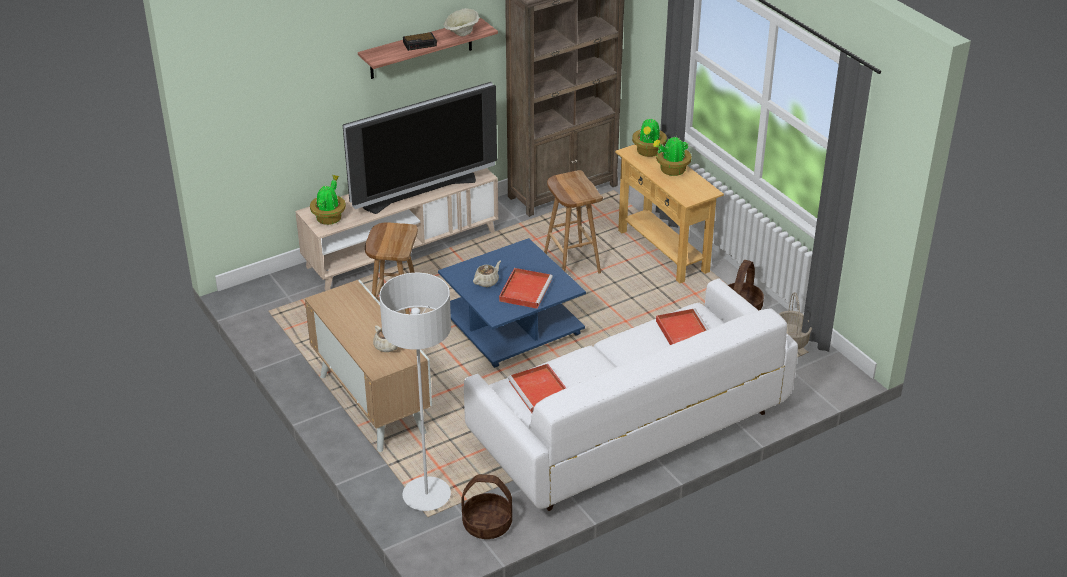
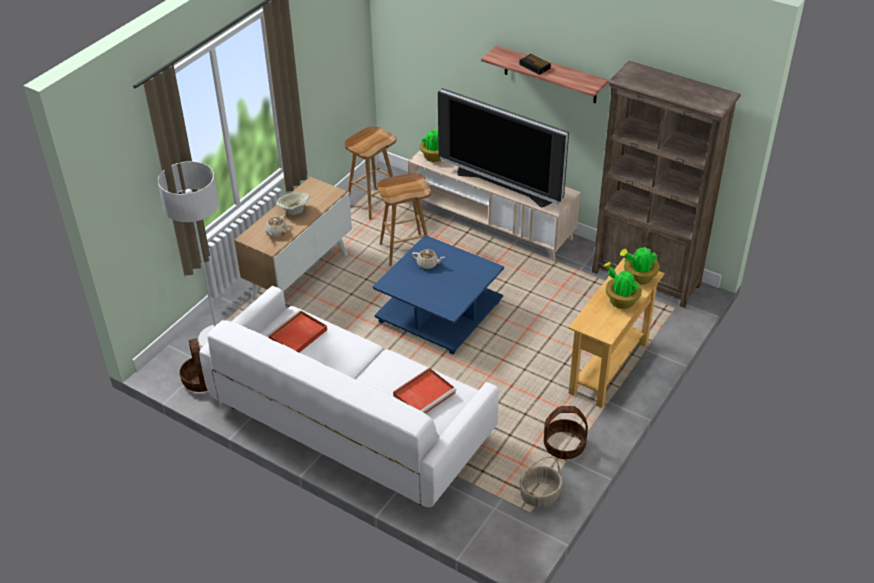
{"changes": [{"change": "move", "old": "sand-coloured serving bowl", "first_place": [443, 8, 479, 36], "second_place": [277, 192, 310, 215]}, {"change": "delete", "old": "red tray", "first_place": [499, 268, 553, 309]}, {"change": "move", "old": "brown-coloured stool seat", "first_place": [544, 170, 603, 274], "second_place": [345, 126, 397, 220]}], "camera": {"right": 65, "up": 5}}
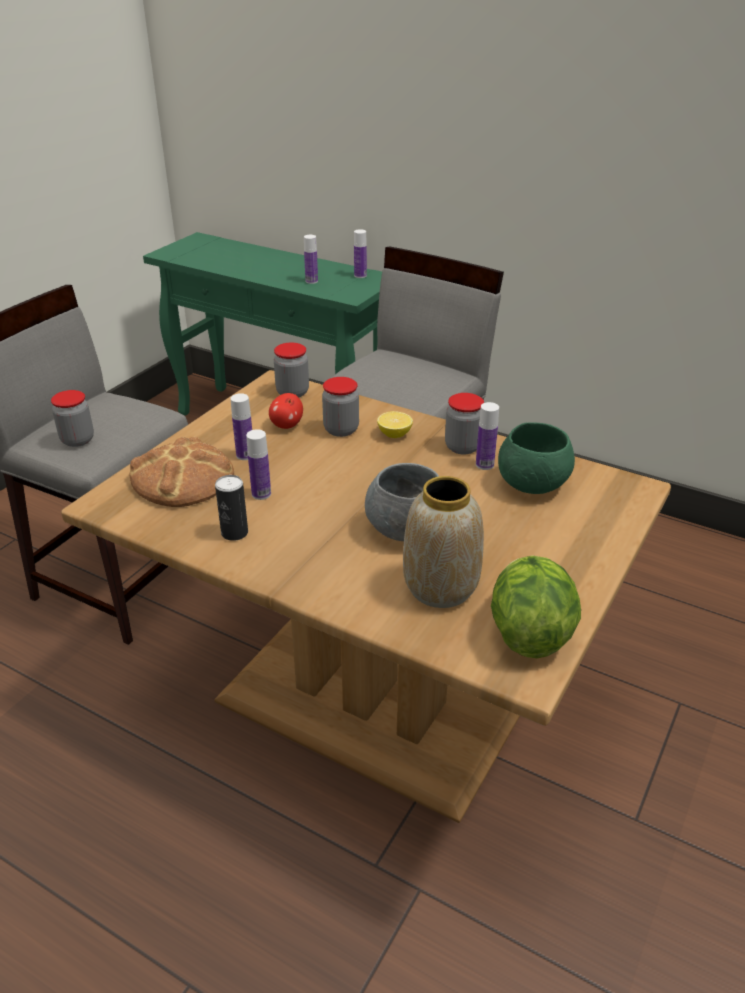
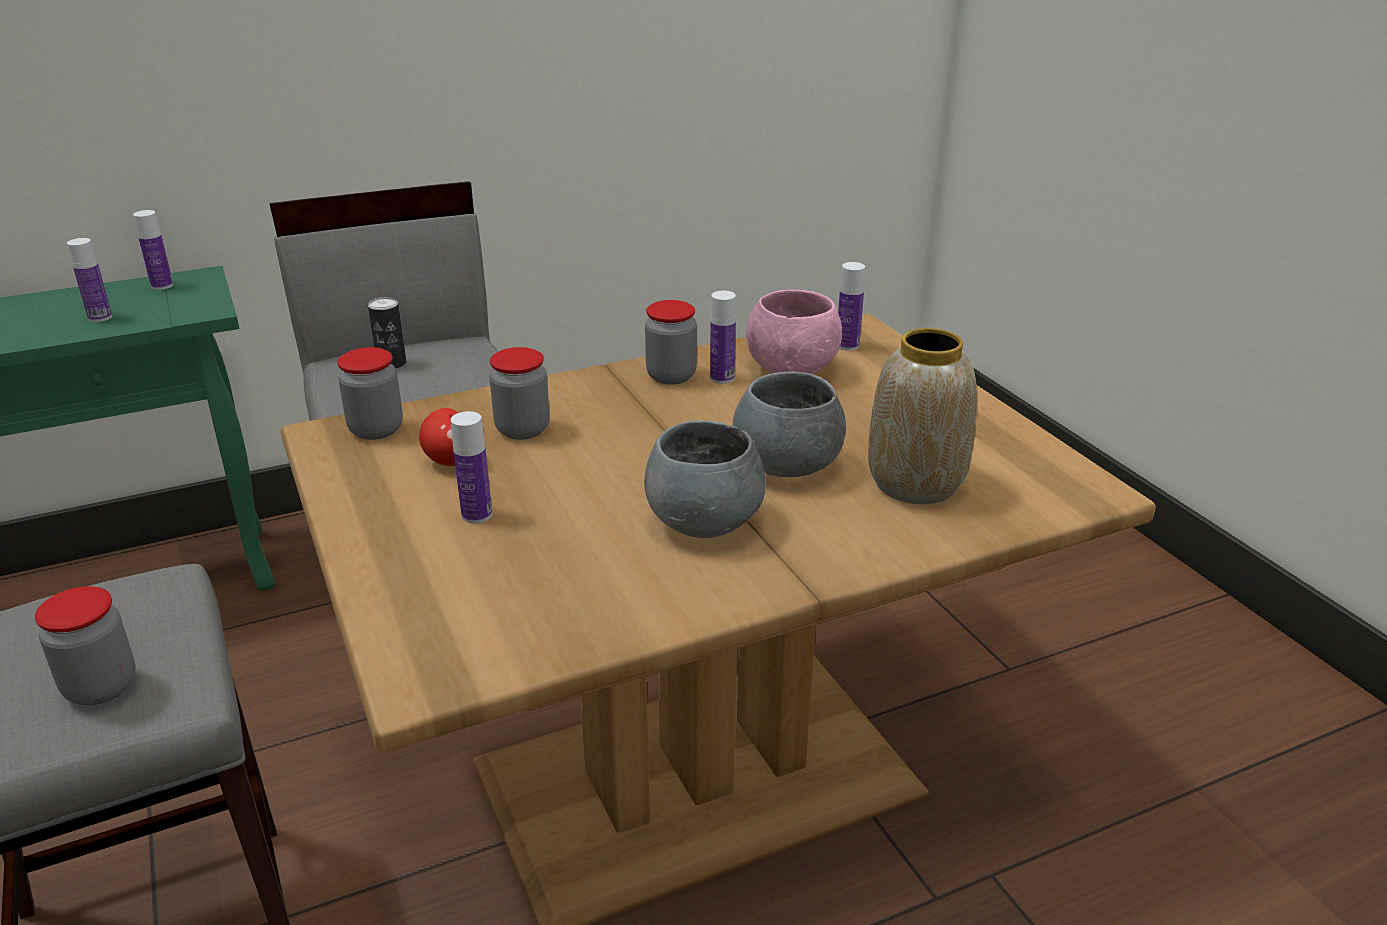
{"changes": [{"change": "delete", "old": "baked bread", "first_place": [129, 437, 234, 507]}, {"change": "move", "old": "sealed can", "first_place": [215, 475, 248, 541], "second_place": [368, 297, 406, 369]}, {"change": "move", "old": "bottle", "first_place": [246, 429, 271, 500], "second_place": [838, 262, 865, 350]}, {"change": "delete", "old": "whole lemon", "first_place": [377, 411, 413, 438]}, {"change": "delete", "old": "lettuce", "first_place": [491, 555, 581, 658]}, {"change": "recolor", "old": "green serving bowl", "new": "pinkish serving bowl", "first_place": [498, 422, 575, 494], "second_place": [746, 290, 842, 374]}, {"change": "insert", "new": "greyish serving bowl", "second_place": [644, 420, 766, 538]}], "camera": {"right": -55, "up": -5}}
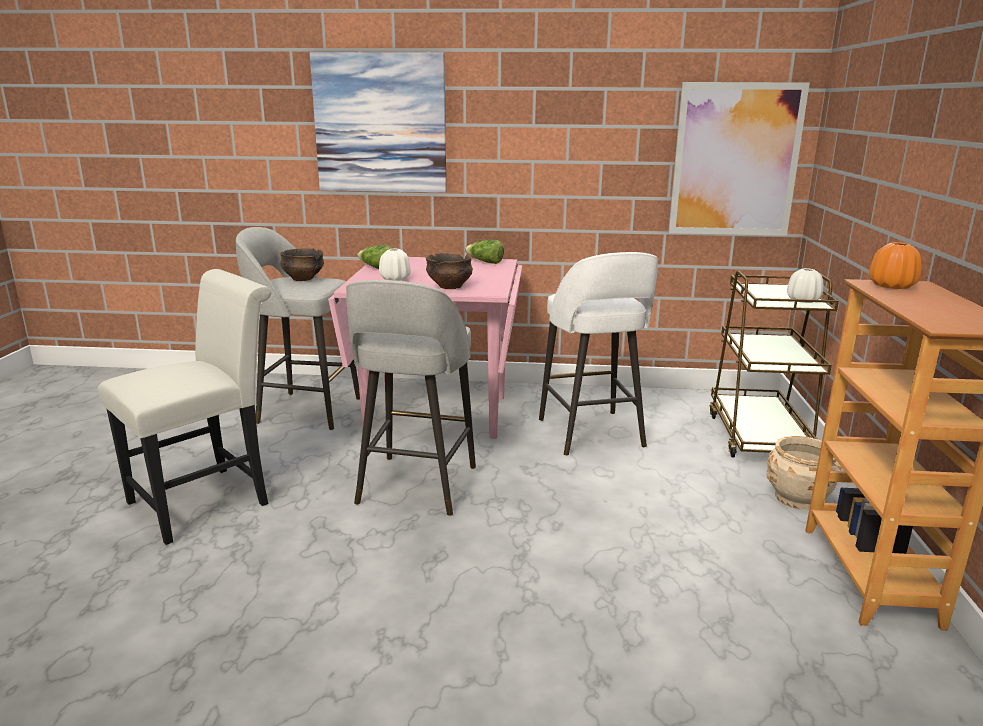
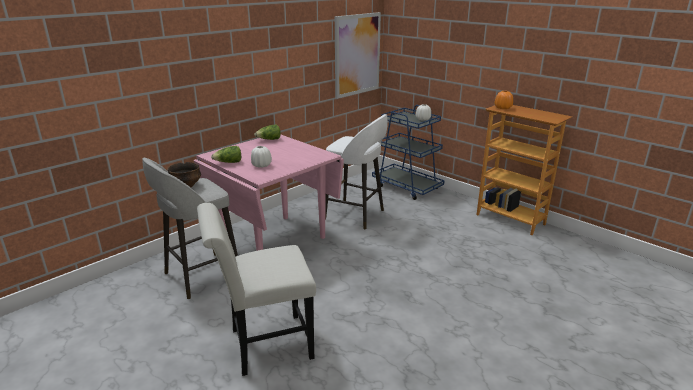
{"changes": [{"change": "rotate", "old": "white chair", "first_place": [98, 269, 271, 545], "second_place": [197, 203, 316, 376], "degrees": -105}, {"change": "delete", "old": "wall art", "first_place": [310, 52, 446, 193]}, {"change": "delete", "old": "greyish stool seat", "first_place": [346, 280, 476, 516]}, {"change": "delete", "old": "serving bowl", "first_place": [426, 253, 473, 289]}, {"change": "recolor", "old": "brown-coloured wheeled cart", "new": "bluish wheeled cart", "first_place": [710, 271, 839, 457], "second_place": [372, 105, 445, 200]}, {"change": "delete", "old": "sand-coloured planter", "first_place": [766, 436, 841, 510]}], "camera": {"right": -50, "up": 5}}
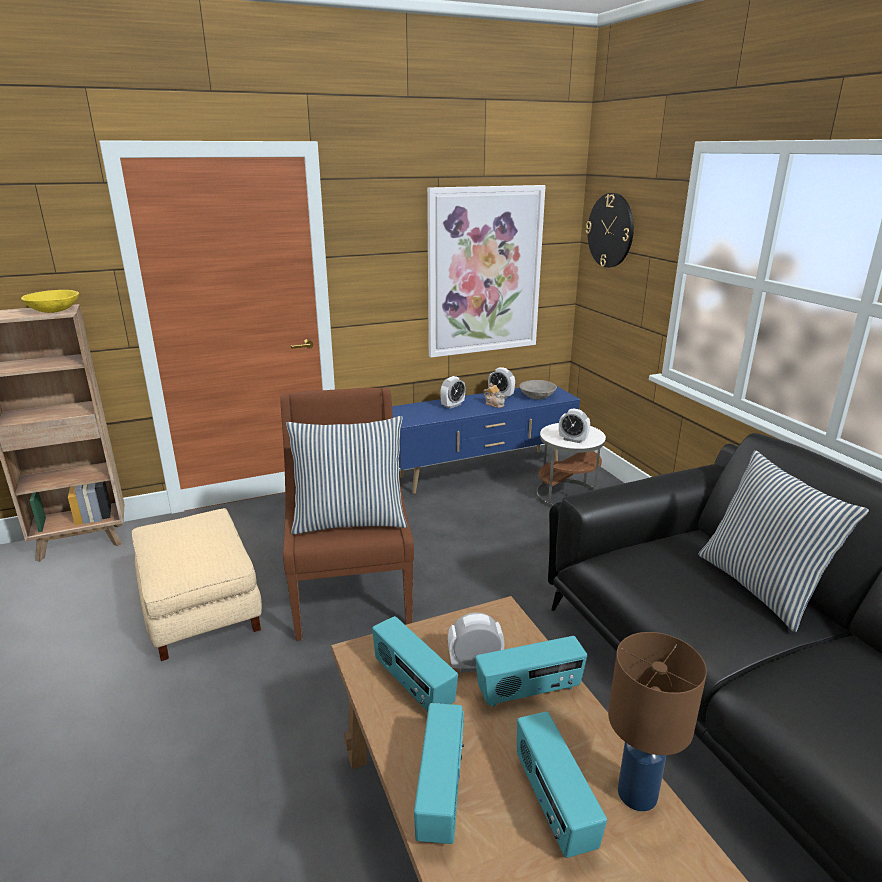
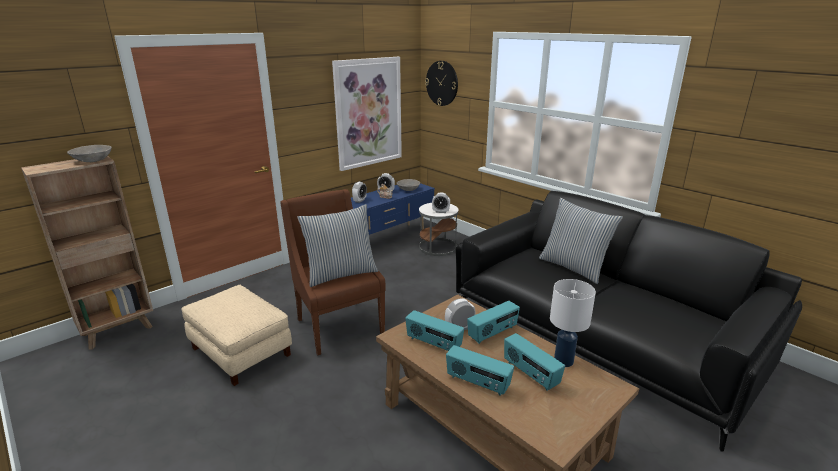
{"changes": [{"change": "recolor", "old": "yellow-coloured serving bowl", "new": "greyish serving bowl", "first_place": [21, 290, 79, 313], "second_place": [67, 145, 112, 162]}, {"change": "rotate", "old": "radio", "first_place": [414, 703, 464, 844], "second_place": [446, 345, 514, 396], "degrees": 135}, {"change": "recolor", "old": "brown-coloured table lamp", "new": "white table lamp", "first_place": [608, 632, 707, 811], "second_place": [550, 279, 596, 367]}], "camera": {"right": -20, "up": 0}}
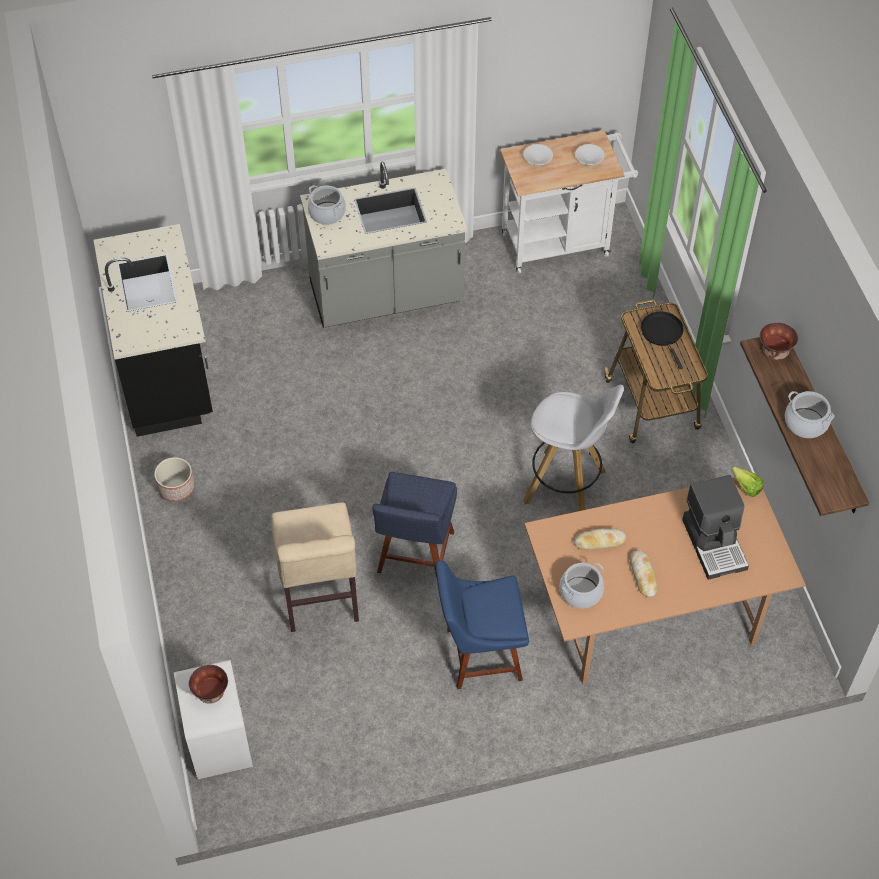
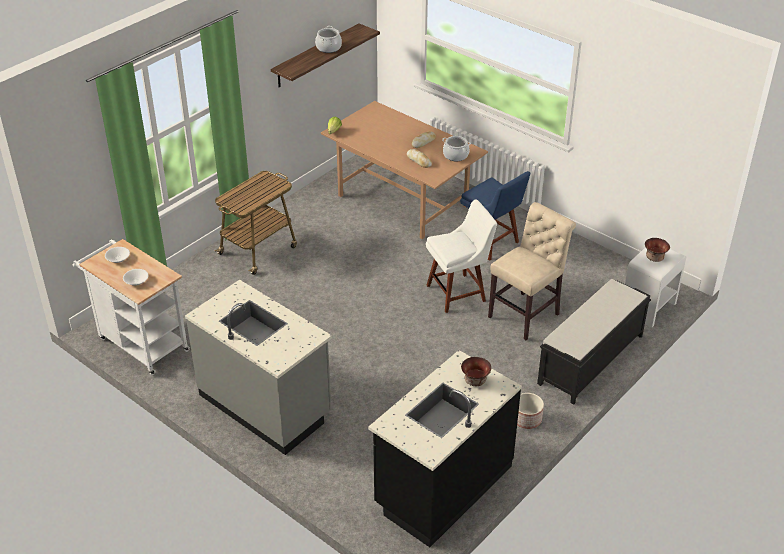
{"changes": [{"change": "delete", "old": "stockpot", "first_place": [308, 185, 346, 225]}, {"change": "recolor", "old": "bluish chair", "new": "white chair", "first_place": [372, 472, 457, 577], "second_place": [426, 200, 497, 313]}, {"change": "delete", "old": "white stool seat", "first_place": [523, 384, 624, 511]}, {"change": "delete", "old": "black pan", "first_place": [641, 311, 684, 369]}, {"change": "delete", "old": "coffee brewer", "first_place": [682, 475, 749, 580]}, {"change": "move", "old": "serving bowl", "first_place": [760, 323, 798, 360], "second_place": [461, 357, 491, 386]}, {"change": "insert", "new": "black indoor bench", "second_place": [537, 279, 651, 404]}], "camera": {"right": -125, "up": -15}}
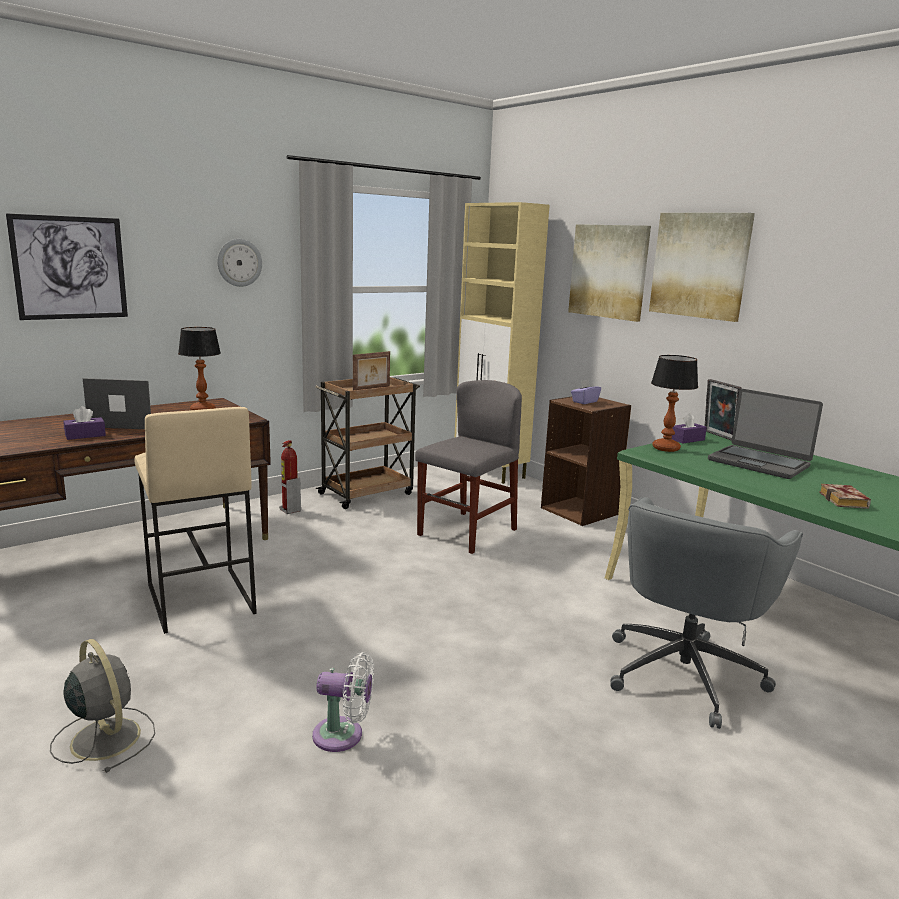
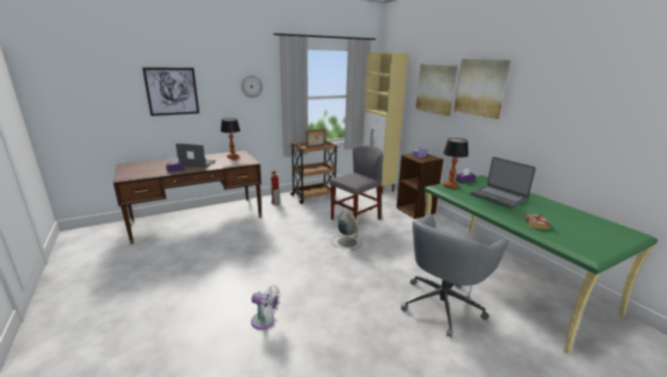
{"changes": [{"change": "move", "old": "greyish electric fan", "first_place": [50, 639, 155, 773], "second_place": [331, 211, 362, 251]}, {"change": "delete", "old": "sand-coloured stool seat", "first_place": [134, 407, 257, 634]}, {"change": "delete", "old": "picture frame", "first_place": [705, 379, 741, 441]}], "camera": {"right": 10, "up": 5}}
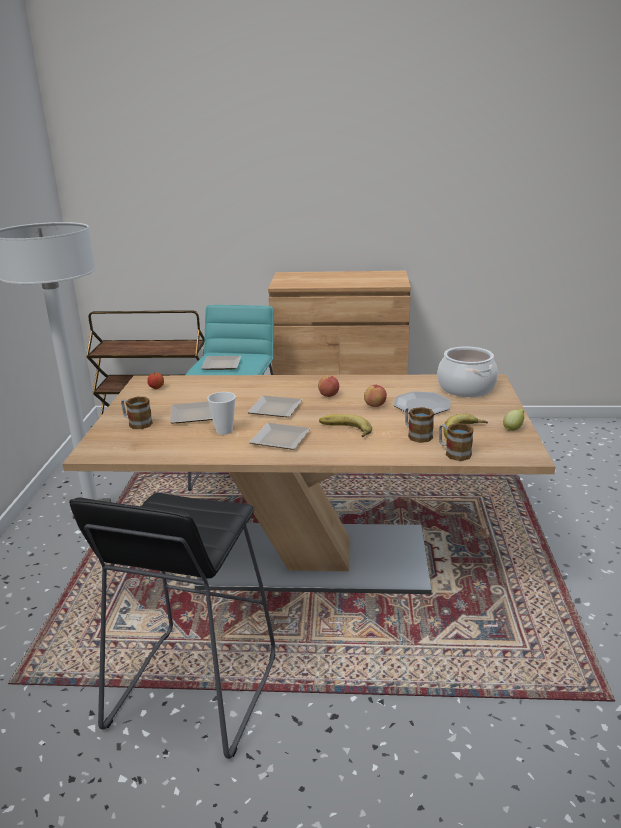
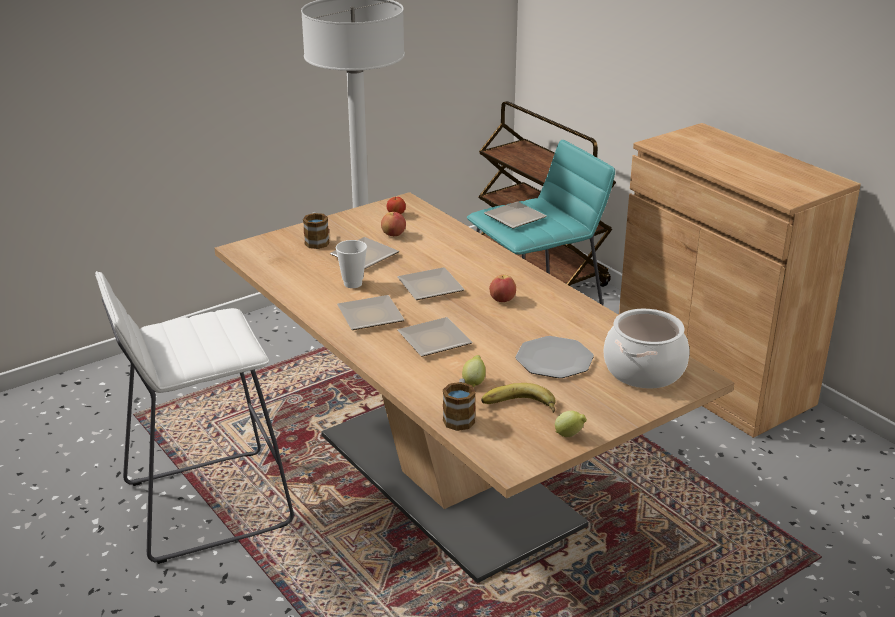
{"changes": [{"change": "recolor", "old": "black stool seat", "new": "white stool seat", "first_place": [69, 493, 276, 759], "second_place": [95, 271, 294, 564]}, {"change": "replace", "old": "banana fruit", "new": "plate", "first_place": [319, 414, 372, 437], "second_place": [398, 317, 472, 357]}, {"change": "move", "old": "apple fruit", "first_place": [364, 385, 387, 407], "second_place": [381, 212, 406, 236]}, {"change": "replace", "old": "mug", "new": "whole lemon", "first_place": [405, 407, 434, 443], "second_place": [462, 355, 486, 387]}], "camera": {"right": 50, "up": 5}}
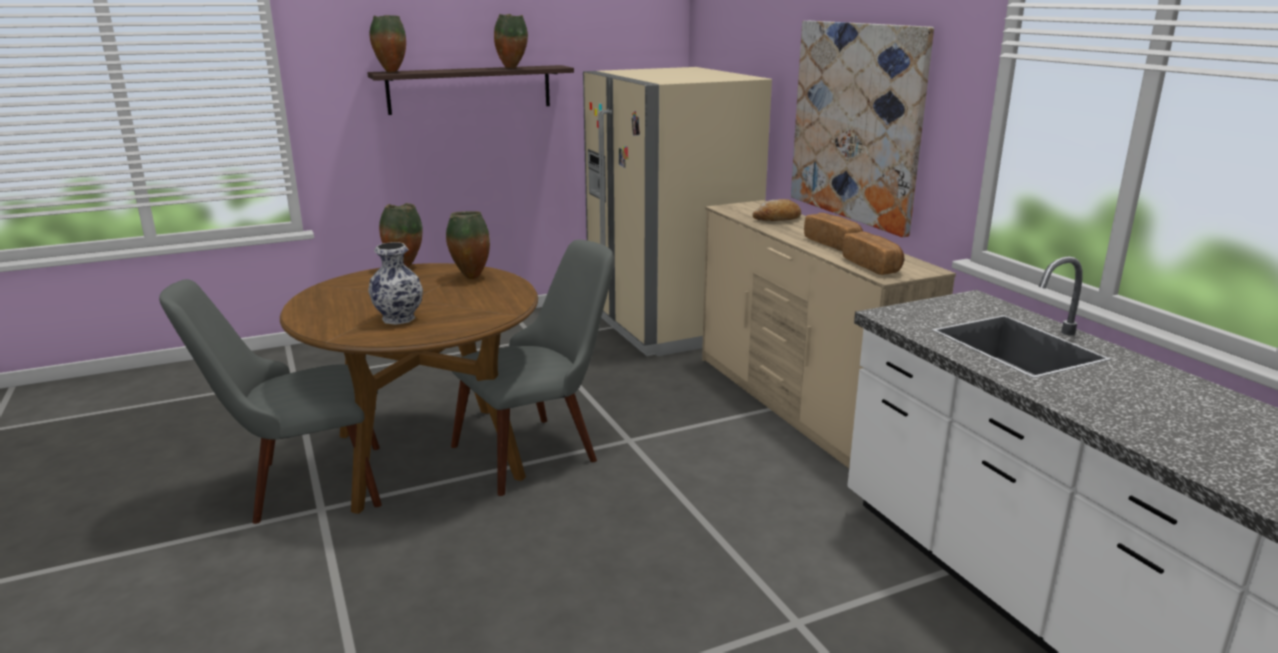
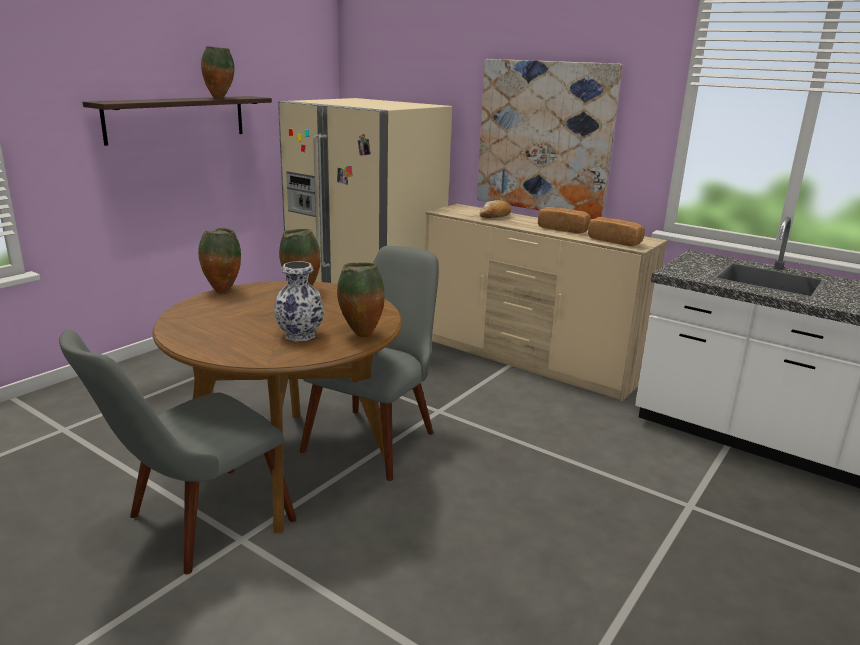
{"changes": [{"change": "move", "old": "flower vase", "first_place": [370, 15, 406, 73], "second_place": [337, 262, 385, 337]}], "camera": {"right": -30, "up": 0}}
